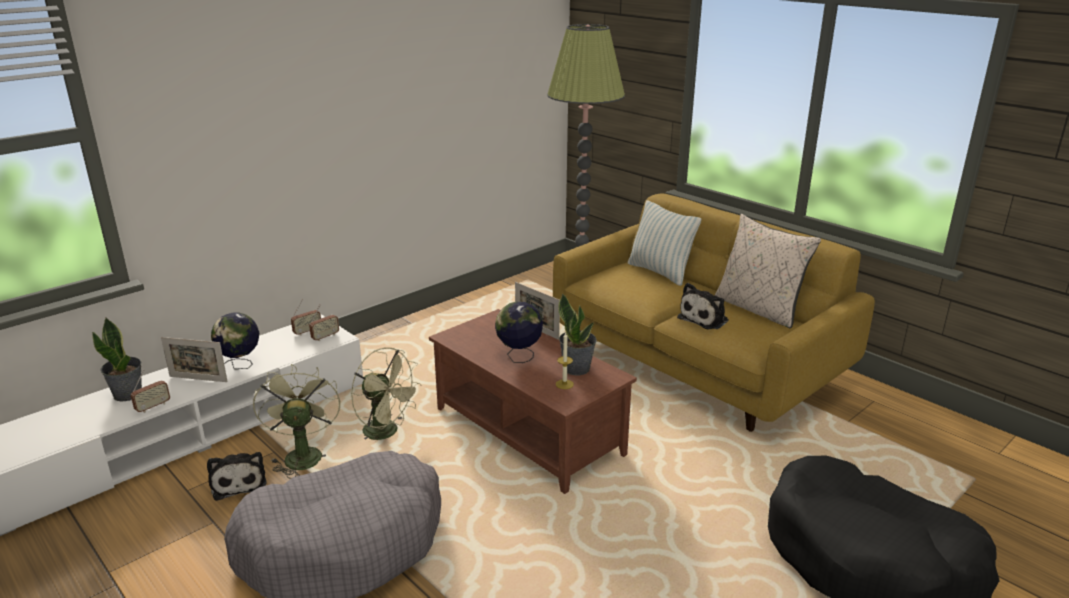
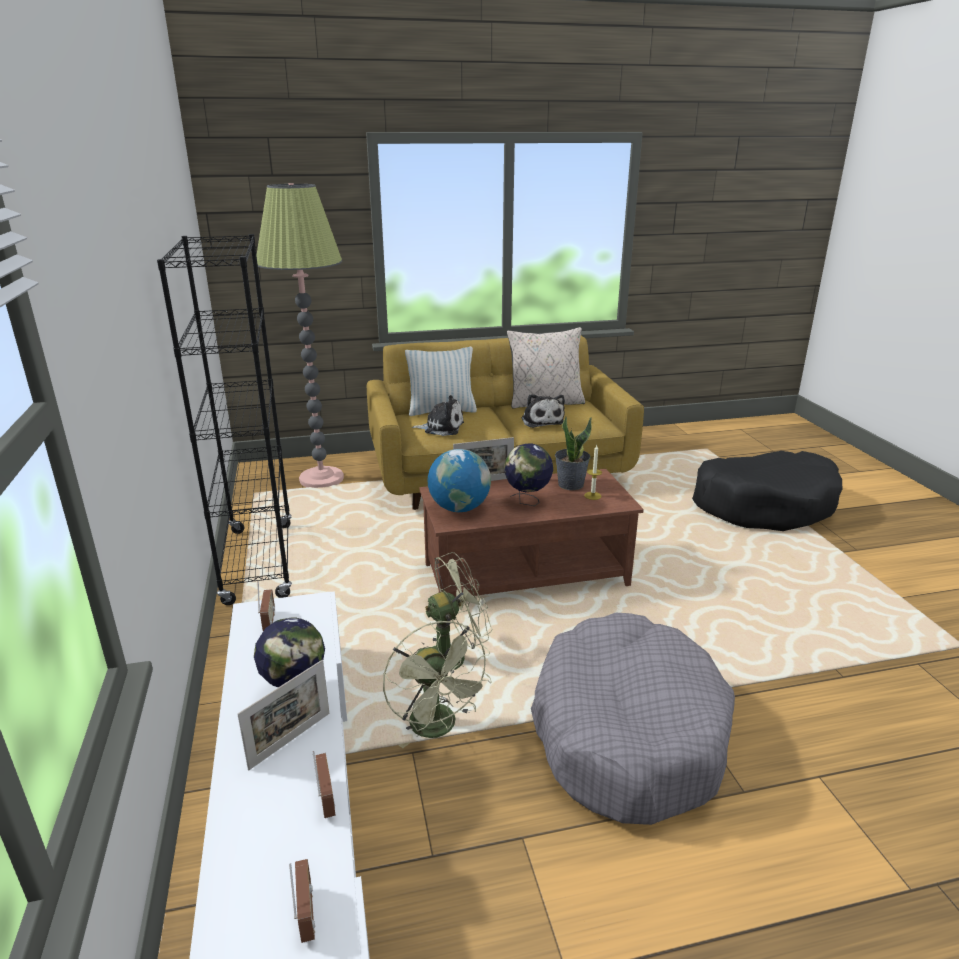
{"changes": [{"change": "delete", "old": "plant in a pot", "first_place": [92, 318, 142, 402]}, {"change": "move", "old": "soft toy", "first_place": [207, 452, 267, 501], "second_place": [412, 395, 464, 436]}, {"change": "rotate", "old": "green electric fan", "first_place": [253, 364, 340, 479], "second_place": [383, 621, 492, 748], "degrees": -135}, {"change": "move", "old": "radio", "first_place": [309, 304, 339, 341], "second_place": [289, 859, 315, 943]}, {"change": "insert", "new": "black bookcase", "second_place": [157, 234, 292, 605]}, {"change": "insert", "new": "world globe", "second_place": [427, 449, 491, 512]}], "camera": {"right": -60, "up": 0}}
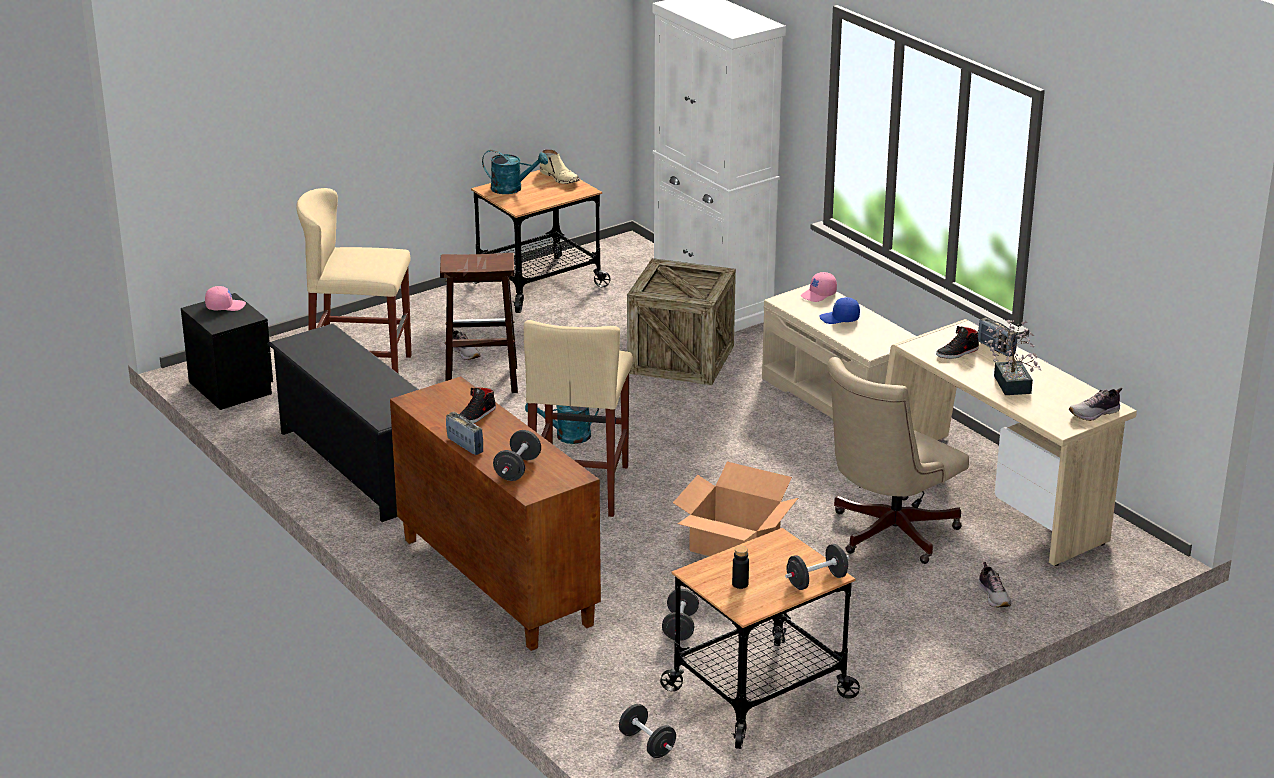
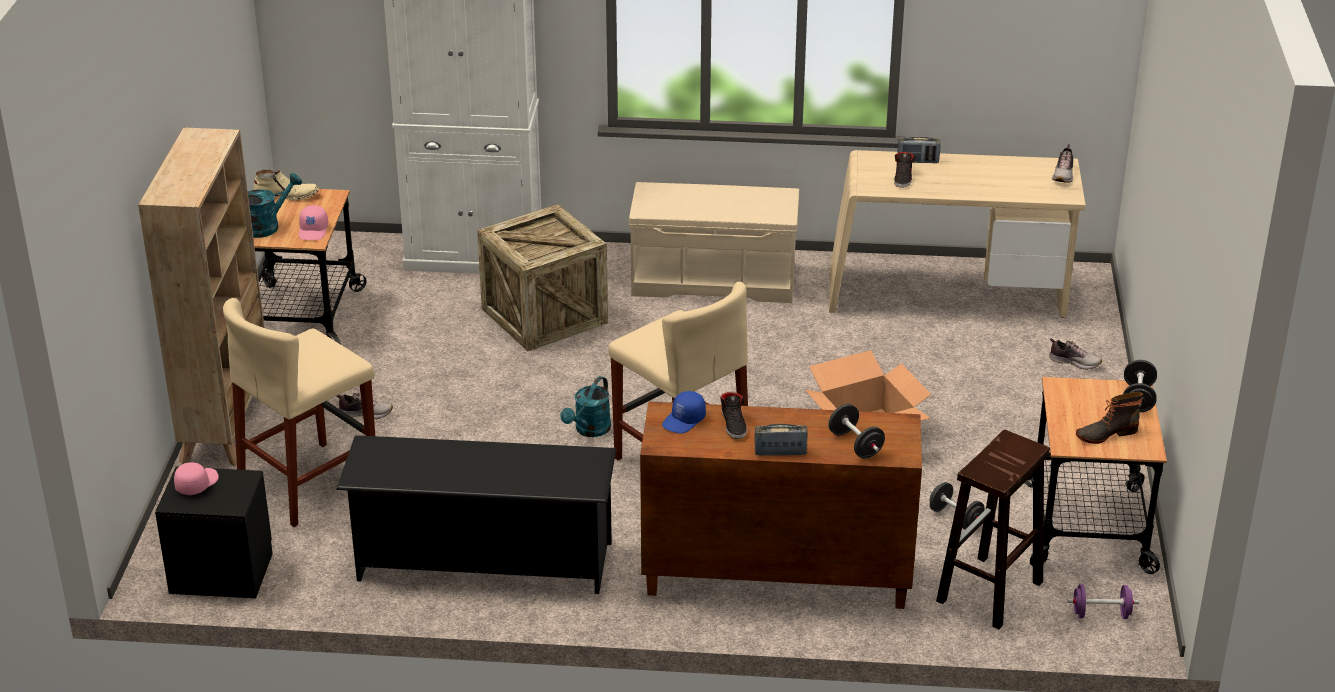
{"changes": [{"change": "move", "old": "brown-coloured stool seat", "first_place": [440, 253, 518, 393], "second_place": [936, 430, 1050, 629]}, {"change": "recolor", "old": "black hand weight", "new": "purple-coloured hand weight", "first_place": [619, 704, 676, 758], "second_place": [1067, 584, 1139, 619]}, {"change": "replace", "old": "black bottle", "new": "high-top boot", "first_place": [732, 546, 749, 589], "second_place": [1076, 392, 1143, 444]}, {"change": "move", "old": "pinkish peaked cap", "first_place": [801, 272, 837, 302], "second_place": [299, 205, 328, 240]}, {"change": "move", "old": "bluish peaked cap", "first_place": [819, 297, 860, 324], "second_place": [662, 391, 706, 433]}, {"change": "delete", "old": "sand-coloured office chair", "first_place": [827, 357, 969, 564]}, {"change": "delete", "old": "plant in a pot", "first_place": [985, 320, 1041, 395]}, {"change": "insert", "new": "sand-coloured bookcase", "second_place": [138, 127, 265, 467]}], "camera": {"right": -50, "up": 5}}
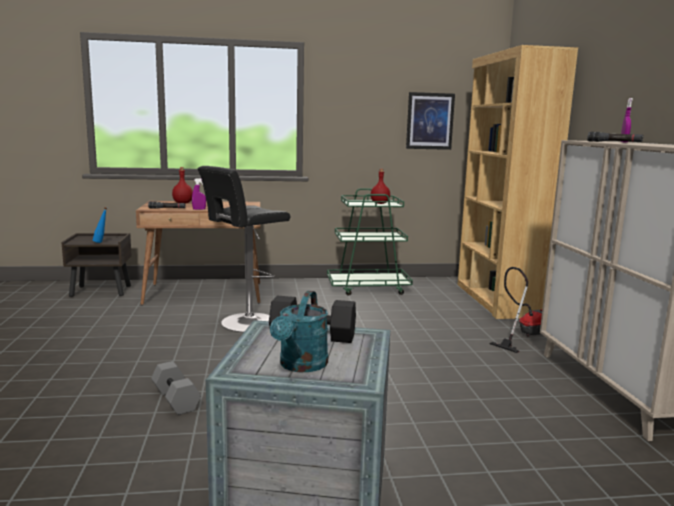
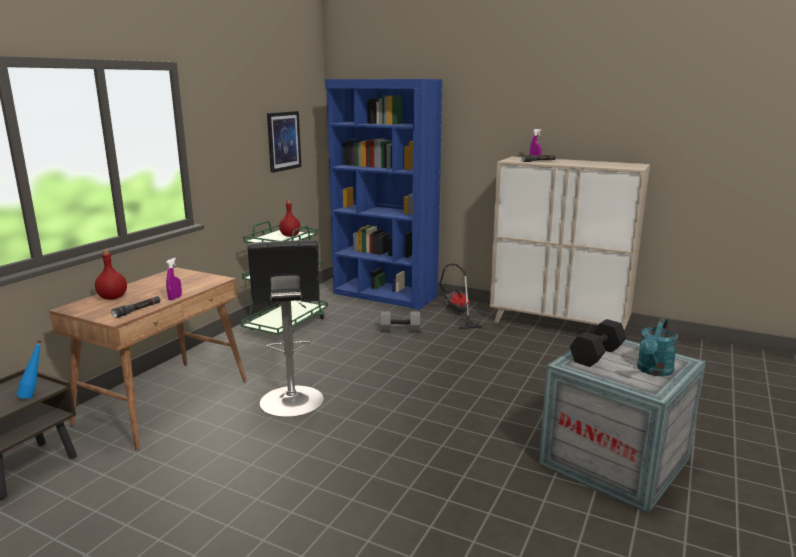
{"changes": [{"change": "move", "old": "greyish hand weight", "first_place": [151, 361, 201, 415], "second_place": [381, 311, 420, 332]}, {"change": "rotate", "old": "blue-green sprinkling can", "first_place": [270, 291, 328, 372], "second_place": [637, 318, 678, 376], "degrees": 75}, {"change": "recolor", "old": "brown-coloured bookcase", "new": "bluish bookcase", "first_place": [457, 45, 578, 319], "second_place": [325, 79, 442, 310]}], "camera": {"right": -55, "up": 5}}
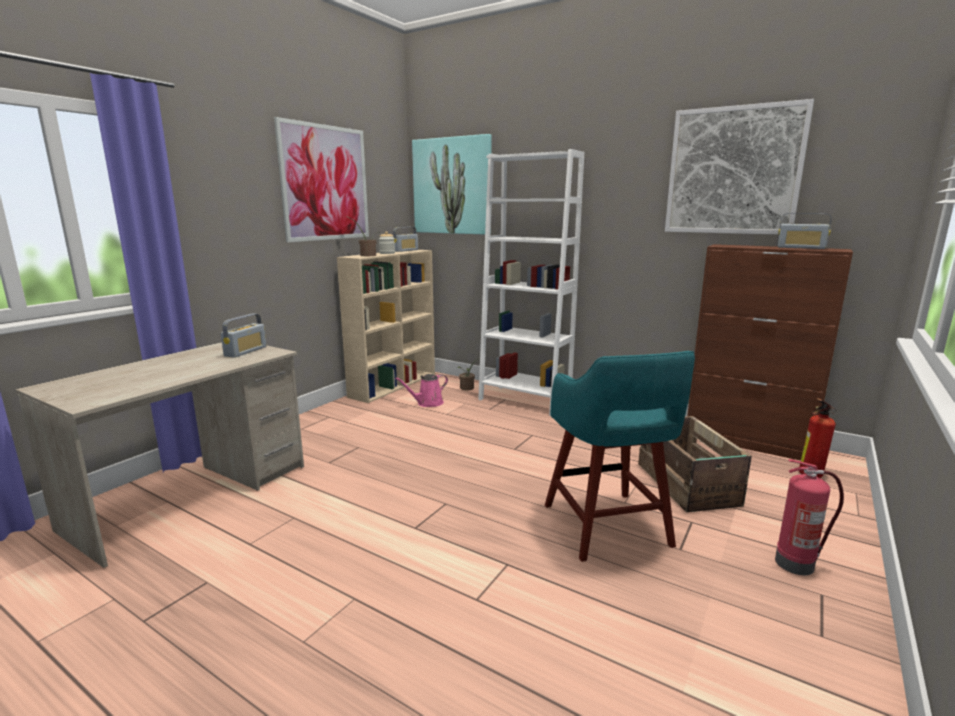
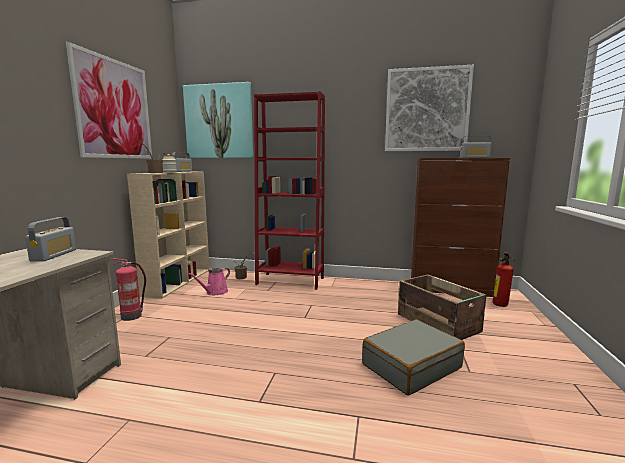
{"changes": [{"change": "recolor", "old": "white bookcase", "new": "red bookcase", "first_place": [478, 149, 584, 416], "second_place": [254, 91, 325, 290]}, {"change": "replace", "old": "blue-green stool seat", "new": "greyish suitcase", "first_place": [545, 351, 695, 562], "second_place": [362, 319, 465, 396]}, {"change": "move", "old": "fire extinguisher", "first_place": [775, 459, 844, 575], "second_place": [112, 258, 146, 321]}], "camera": {"right": -20, "up": -5}}
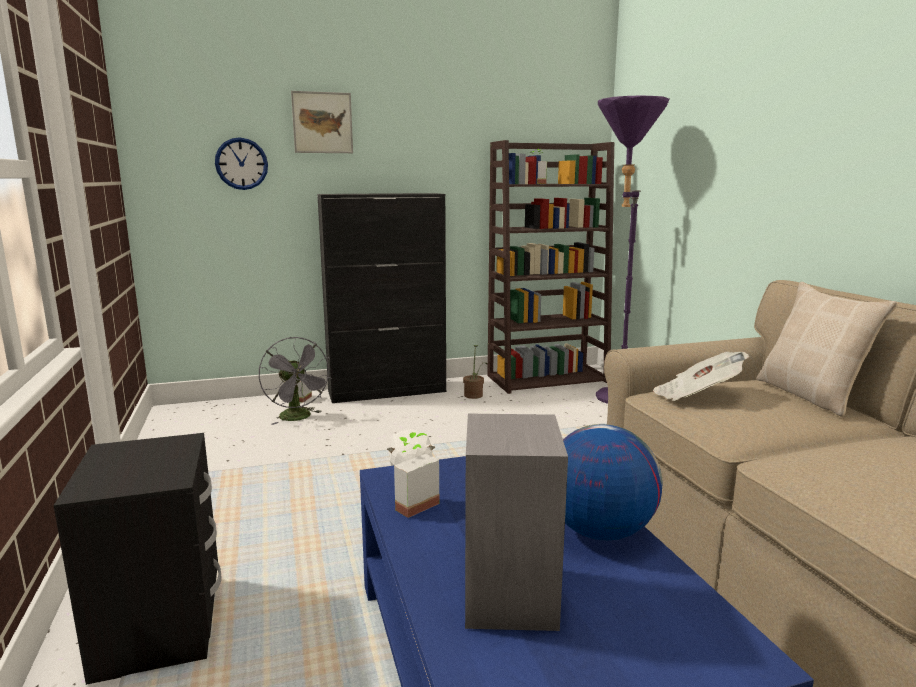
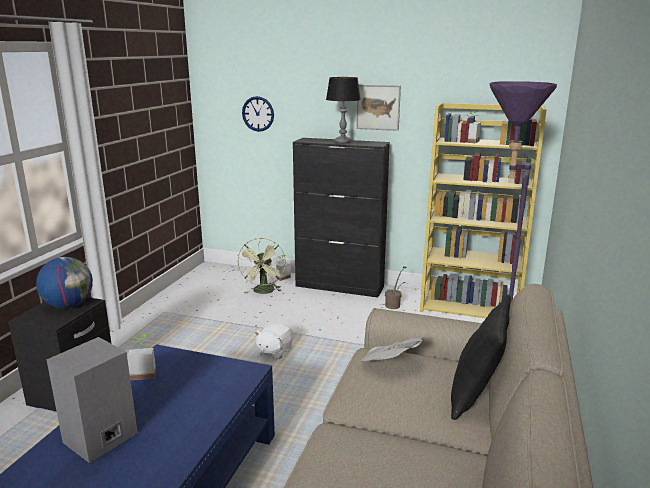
{"changes": [{"change": "recolor", "old": "greyish electric fan", "new": "green electric fan", "first_place": [259, 337, 332, 425], "second_place": [237, 238, 286, 294]}, {"change": "move", "old": "wall art", "first_place": [291, 91, 353, 153], "second_place": [356, 85, 401, 131]}, {"change": "recolor", "old": "brown-coloured bookcase", "new": "yellow-coloured bookcase", "first_place": [487, 140, 614, 394], "second_place": [420, 103, 546, 318]}, {"change": "move", "old": "world globe", "first_place": [563, 424, 662, 541], "second_place": [36, 257, 93, 308]}, {"change": "recolor", "old": "sand-coloured cushion", "new": "black cushion", "first_place": [756, 282, 898, 417], "second_place": [451, 294, 511, 420]}, {"change": "insert", "new": "table lamp", "second_place": [326, 77, 361, 143]}], "camera": {"right": 35, "up": 5}}
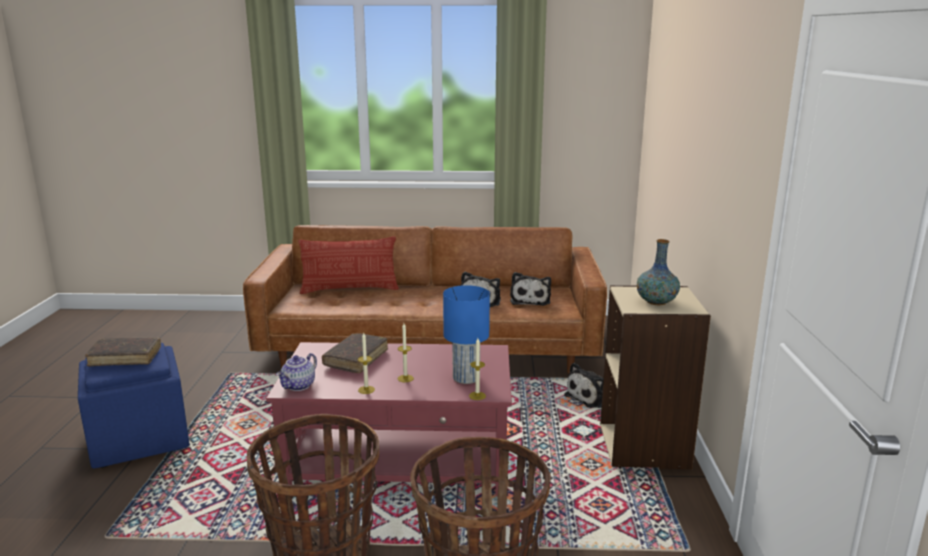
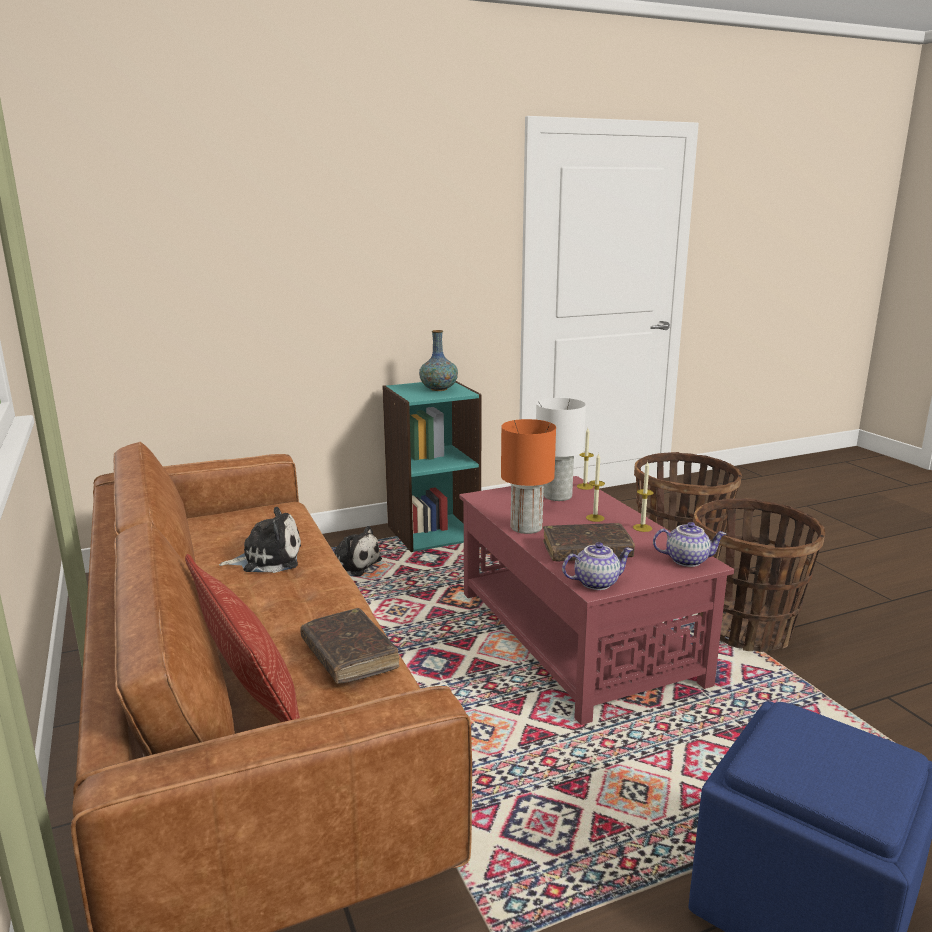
{"changes": [{"change": "move", "old": "brown-coloured volume", "first_place": [85, 337, 161, 367], "second_place": [300, 608, 400, 684]}, {"change": "recolor", "old": "bluish table lamp", "new": "white table lamp", "first_place": [443, 285, 490, 384], "second_place": [536, 398, 586, 501]}, {"change": "delete", "old": "soft toy", "first_place": [510, 272, 551, 306]}, {"change": "recolor", "old": "sand-coloured bookcase", "new": "blue-green bookcase", "first_place": [600, 285, 711, 469], "second_place": [382, 381, 482, 552]}, {"change": "insert", "new": "orangey table lamp", "second_place": [501, 419, 556, 534]}, {"change": "insert", "new": "teapot", "second_place": [562, 542, 633, 590]}], "camera": {"right": -115, "up": 0}}
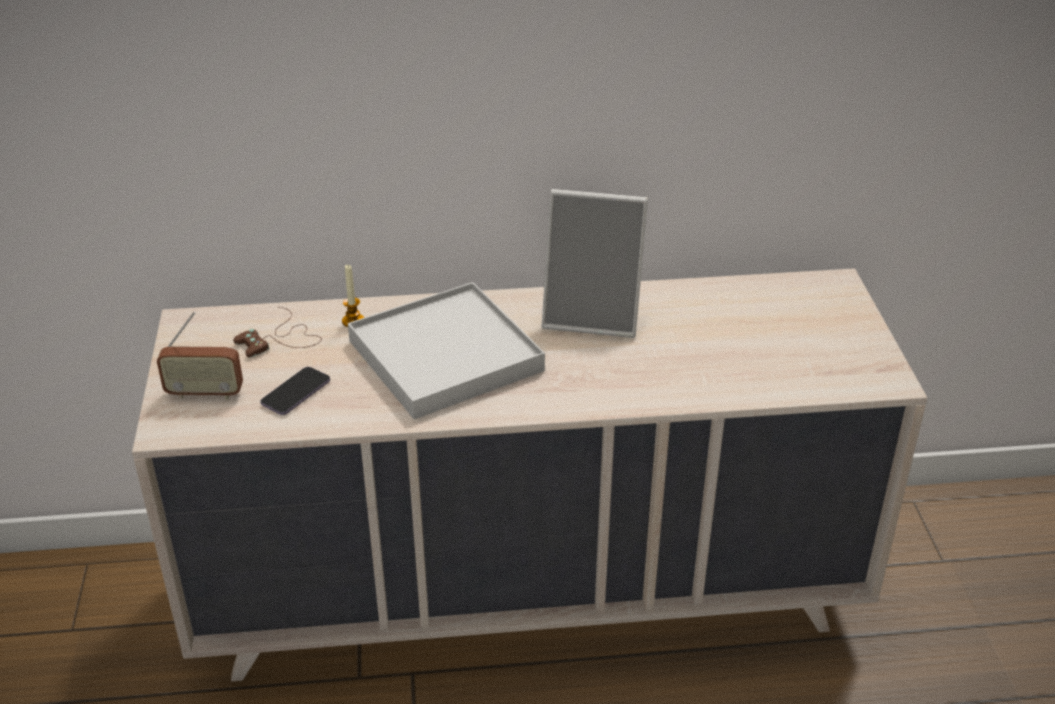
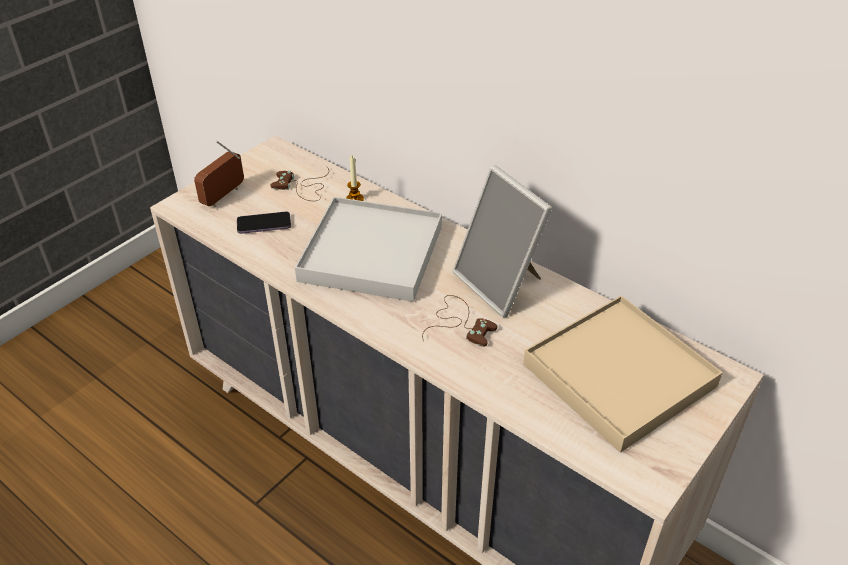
{"changes": [{"change": "rotate", "old": "radio", "first_place": [157, 312, 243, 400], "second_place": [194, 141, 244, 207], "degrees": 75}, {"change": "insert", "new": "brown-coloured gamepad", "second_place": [422, 295, 497, 347]}, {"change": "insert", "new": "sand-coloured tray", "second_place": [523, 296, 723, 453]}], "camera": {"right": 45, "up": 5}}
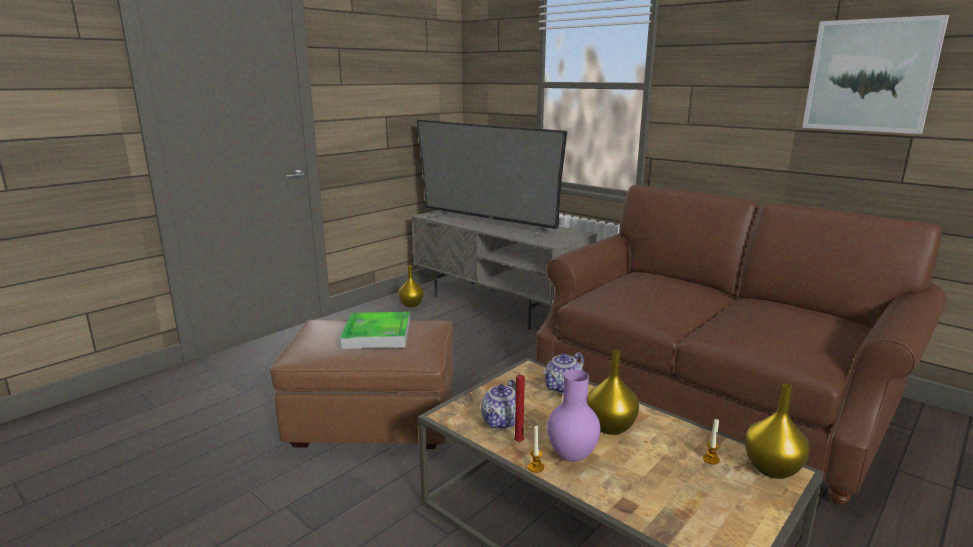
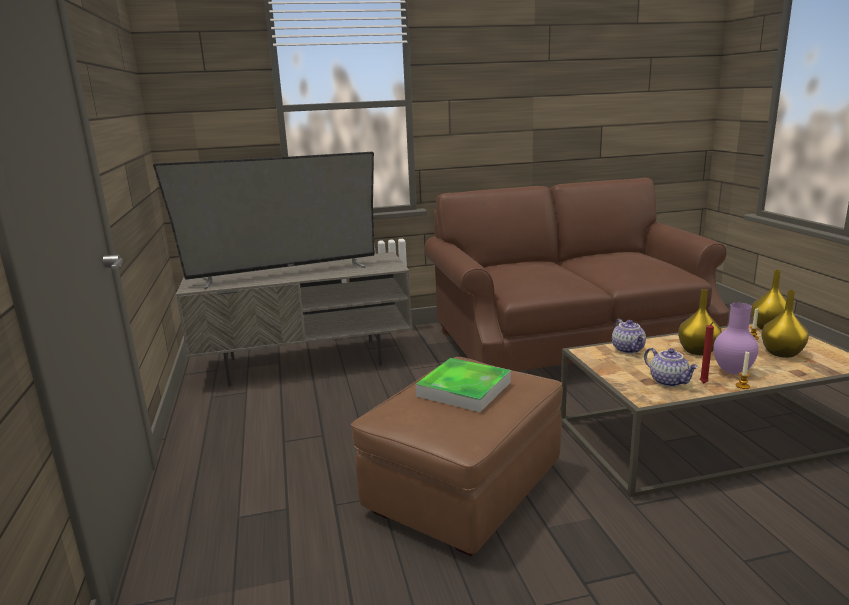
{"changes": [{"change": "move", "old": "yellow-coloured flower vase", "first_place": [398, 265, 424, 307], "second_place": [761, 290, 809, 358]}, {"change": "delete", "old": "wall art", "first_place": [802, 15, 949, 134]}], "camera": {"right": -55, "up": 0}}
